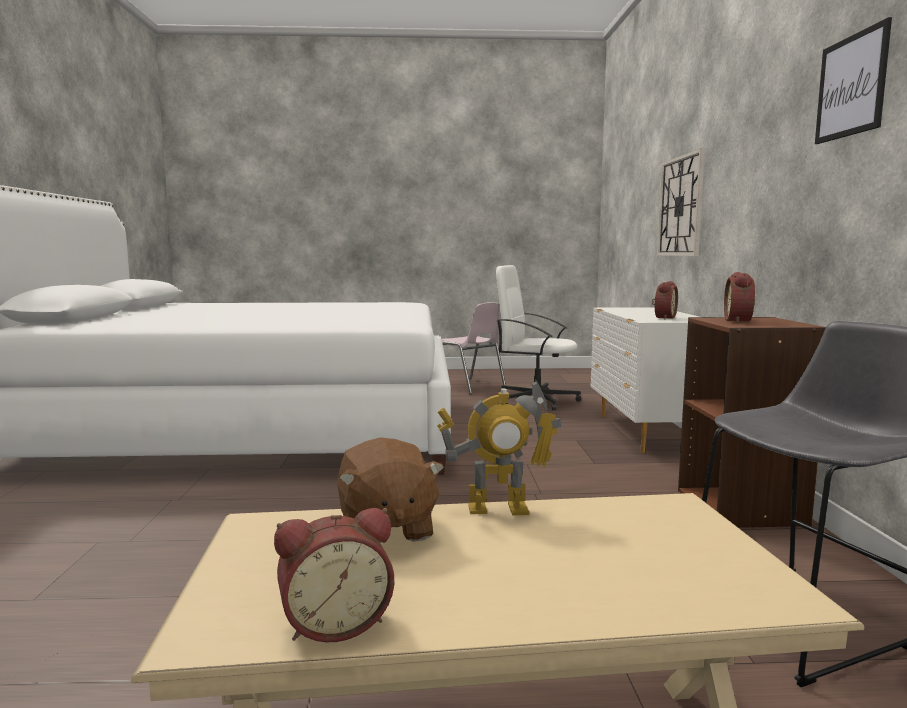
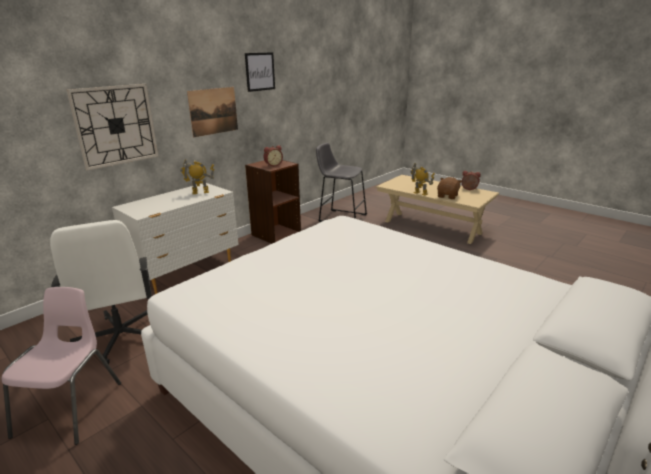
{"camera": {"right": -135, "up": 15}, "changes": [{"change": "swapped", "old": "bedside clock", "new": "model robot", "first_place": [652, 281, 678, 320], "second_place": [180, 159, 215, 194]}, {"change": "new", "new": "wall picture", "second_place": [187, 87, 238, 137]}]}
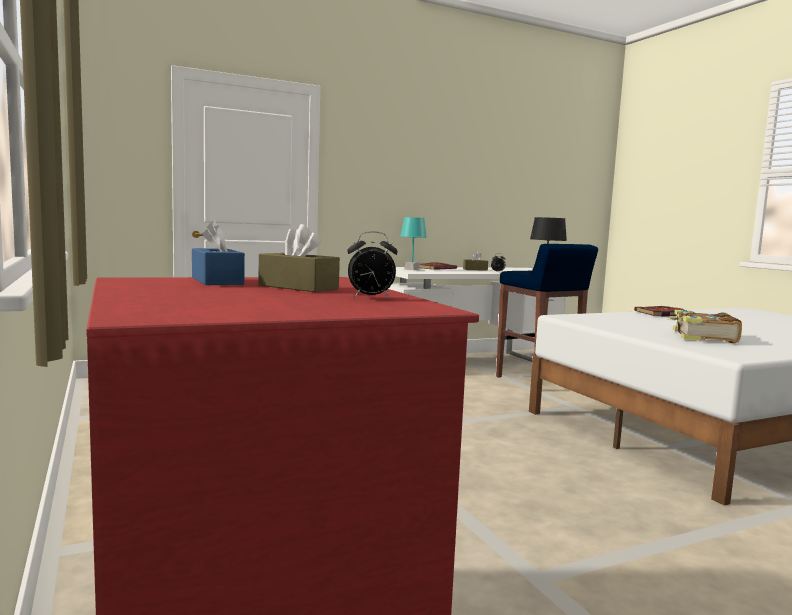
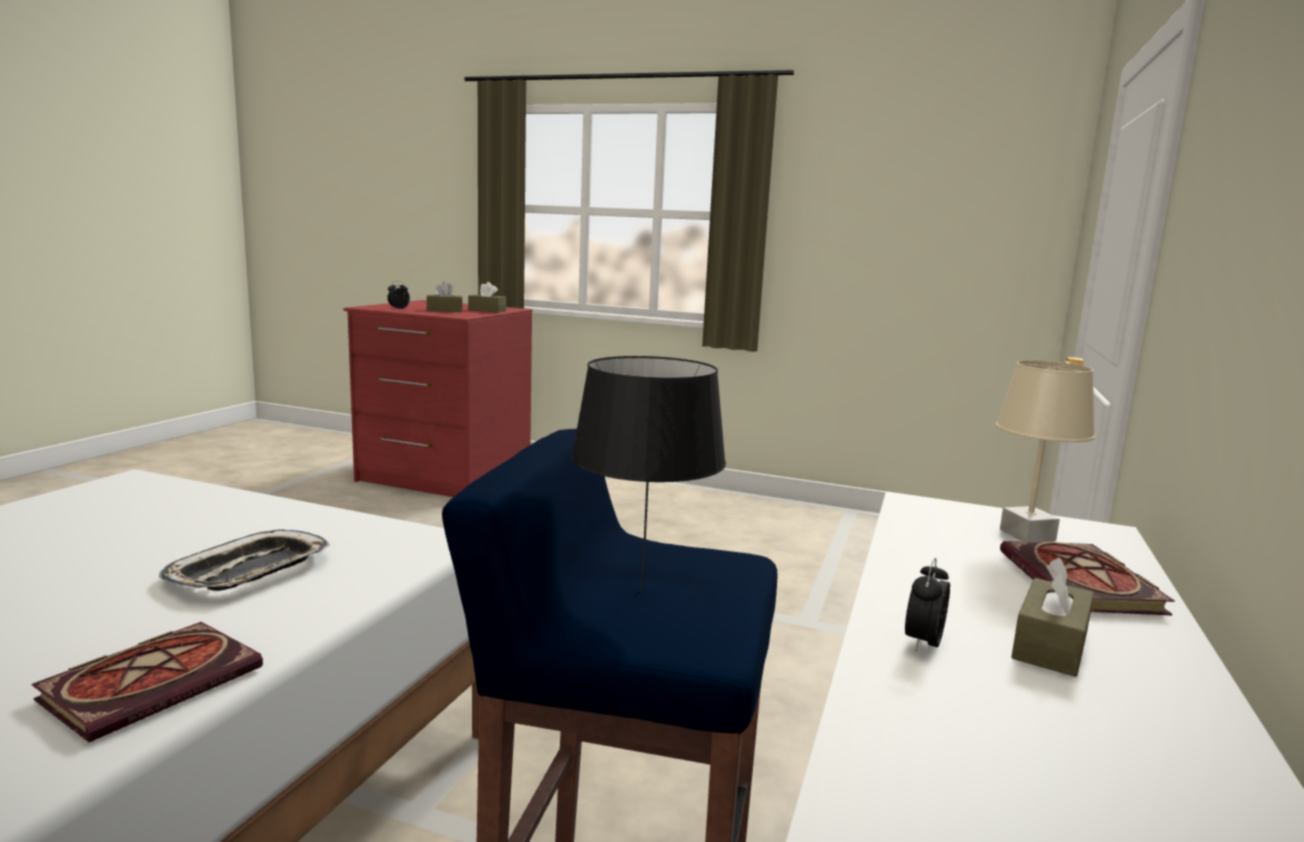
{"camera": {"right": 135, "up": 5}, "changes": [{"change": "new", "new": "carrying tray", "second_place": [159, 529, 330, 591]}, {"change": "repainted", "old": "blue tissue holder", "new": "brown tissue holder", "first_place": [192, 220, 245, 285], "second_place": [468, 282, 506, 313]}, {"change": "repainted", "old": "turquoise tabletop lamp", "new": "beige tabletop lamp", "first_place": [400, 217, 427, 270], "second_place": [996, 360, 1096, 542]}, {"change": "gone", "old": "book", "first_place": [668, 310, 742, 343]}]}
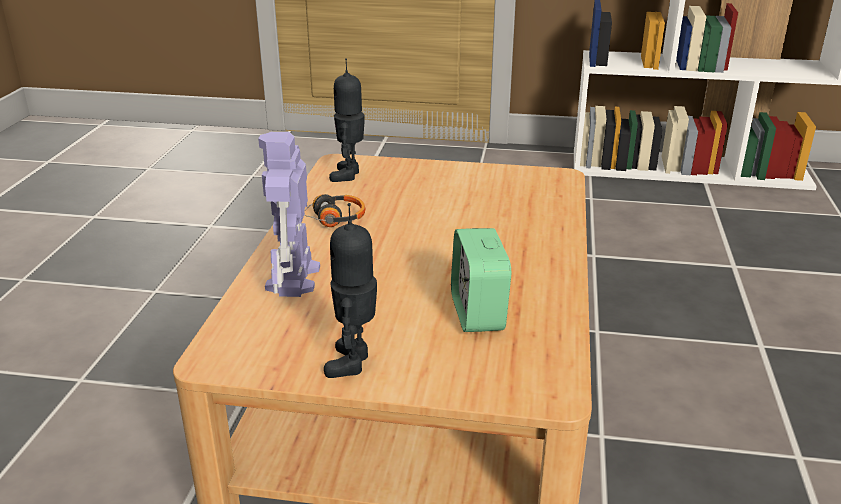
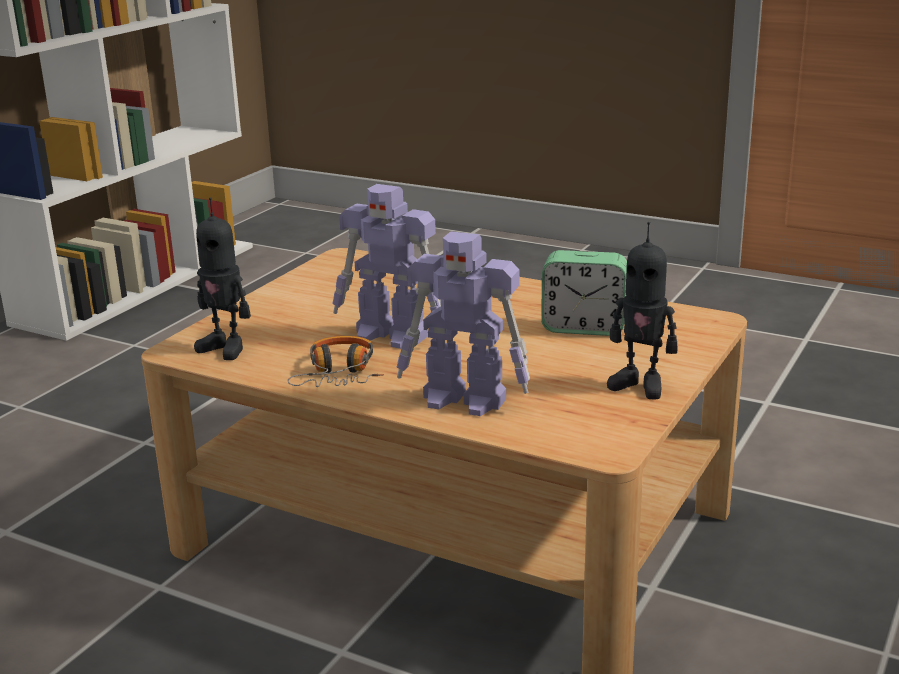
{"camera": {"right": -70, "up": -5}, "changes": [{"change": "new", "new": "model robot", "second_place": [332, 184, 441, 349]}]}
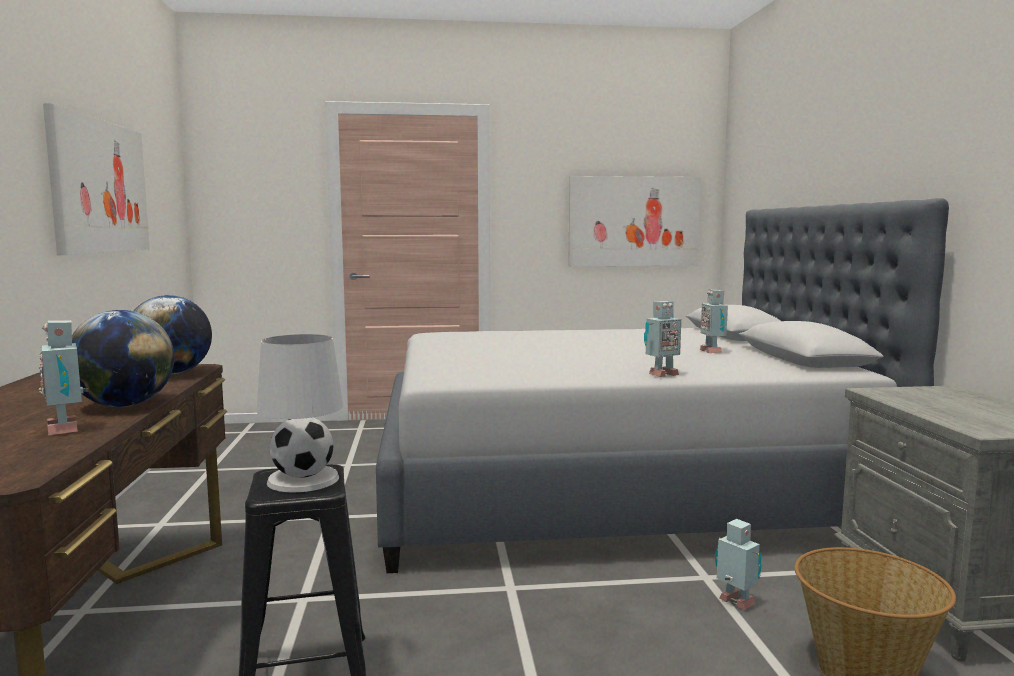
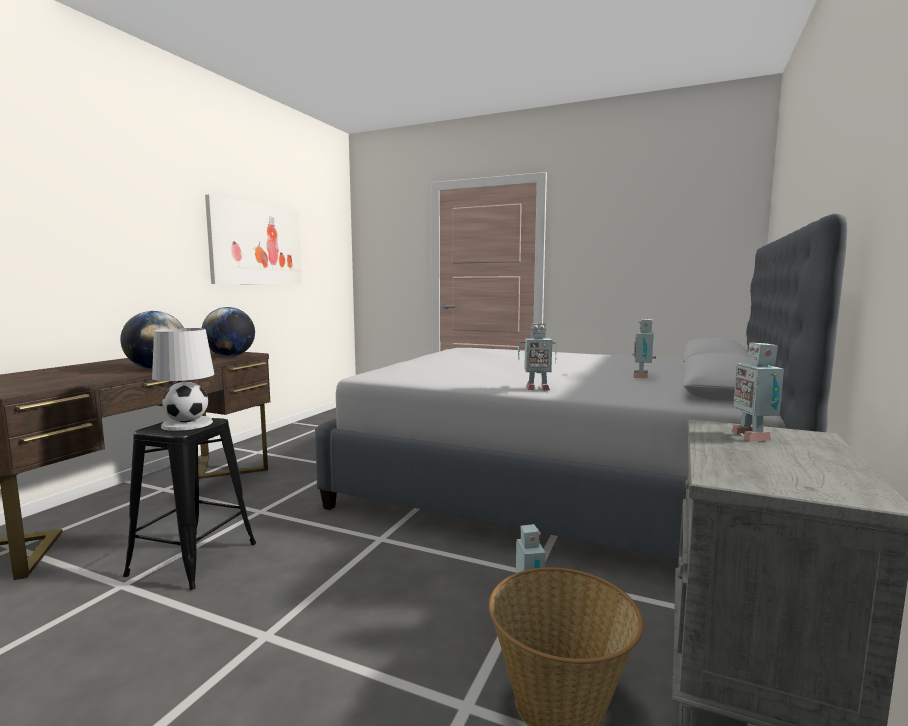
{"camera": {"right": 30, "up": 0}, "changes": [{"change": "shifted", "old": "model robot", "first_place": [39, 320, 88, 436], "second_place": [732, 343, 784, 441]}, {"change": "gone", "old": "wall picture", "first_place": [568, 176, 701, 266]}]}
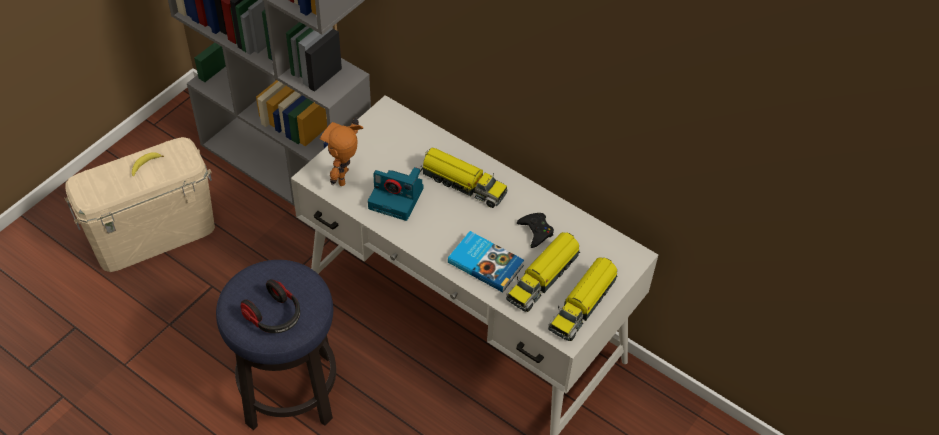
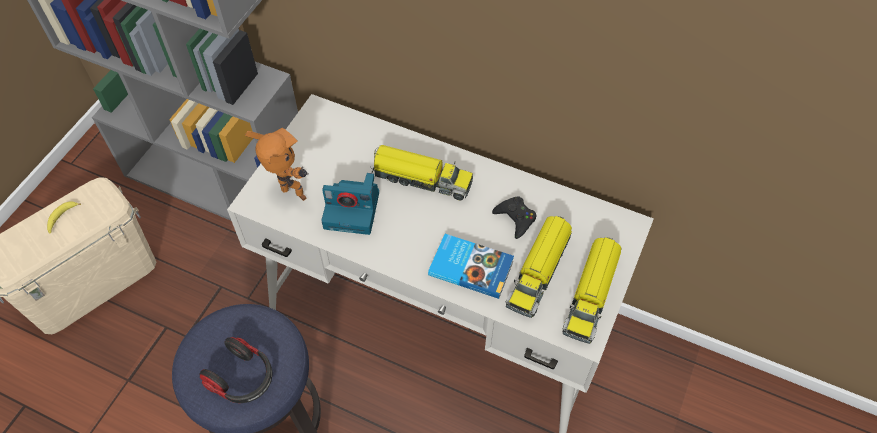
{"camera": {"right": -10, "up": 5}, "changes": [{"change": "rotated", "old": "model robot", "first_place": [320, 117, 363, 186], "second_place": [245, 128, 308, 201], "degrees": 120}]}
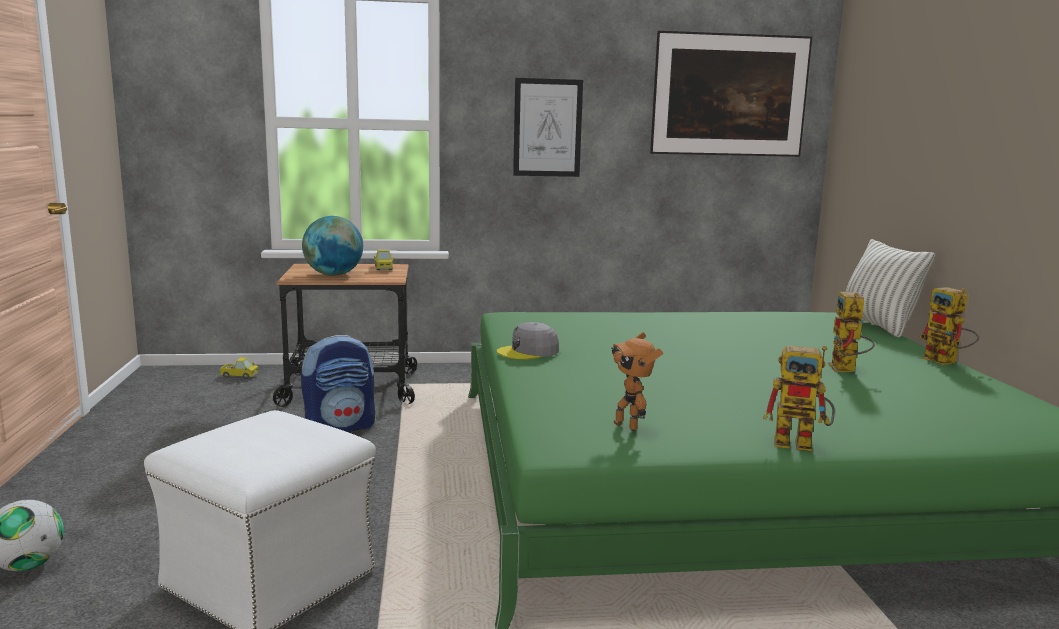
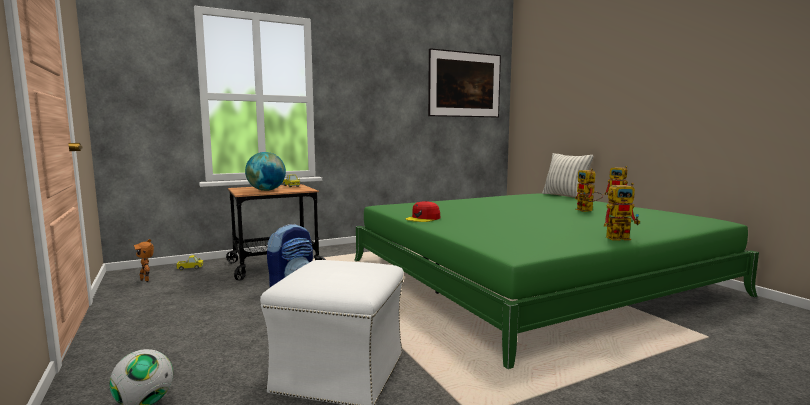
{"camera": {"right": -20, "up": -5}, "changes": [{"change": "shifted", "old": "model robot", "first_place": [611, 332, 663, 431], "second_place": [133, 239, 154, 282]}, {"change": "repainted", "old": "grey peaked cap", "new": "red peaked cap", "first_place": [497, 322, 559, 360], "second_place": [406, 201, 440, 222]}, {"change": "gone", "old": "wall picture", "first_place": [513, 78, 583, 177]}]}
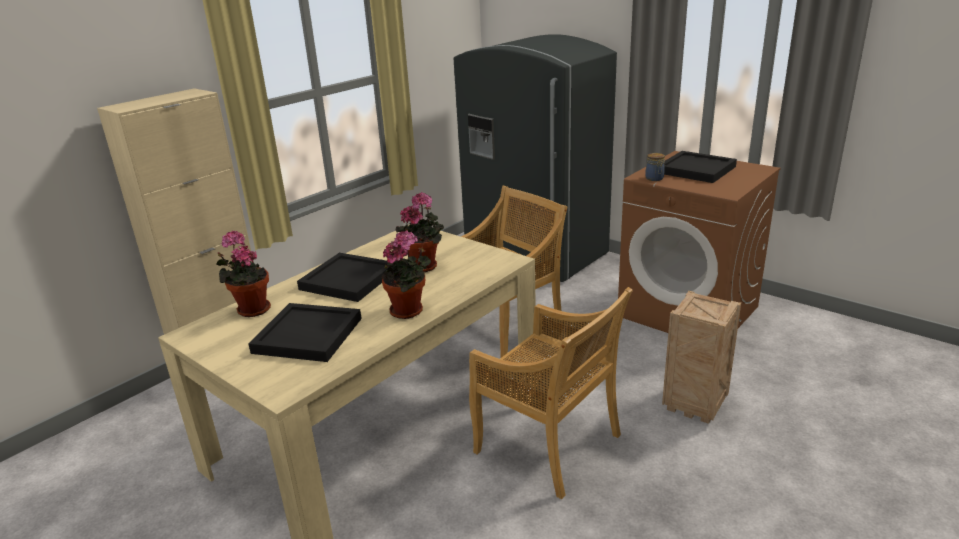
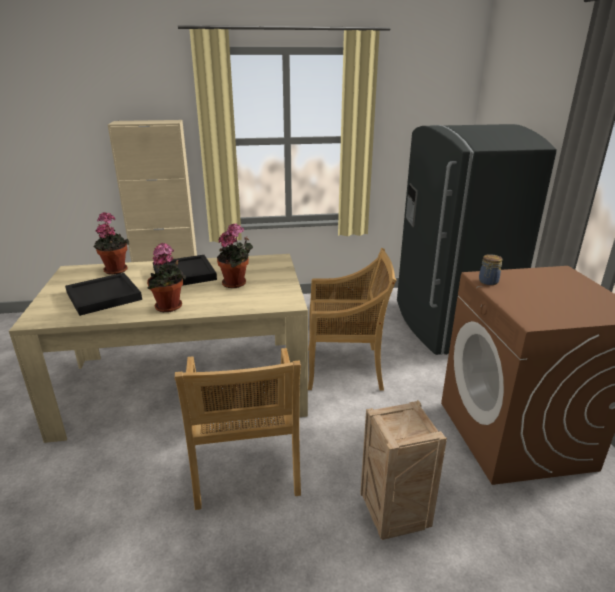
{"camera": {"right": 40, "up": 0}, "changes": [{"change": "gone", "old": "black carrying tray", "first_place": [664, 151, 737, 183]}]}
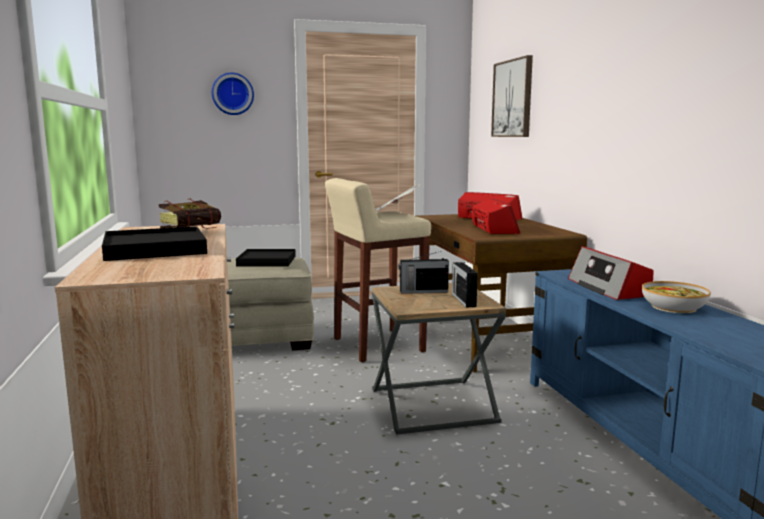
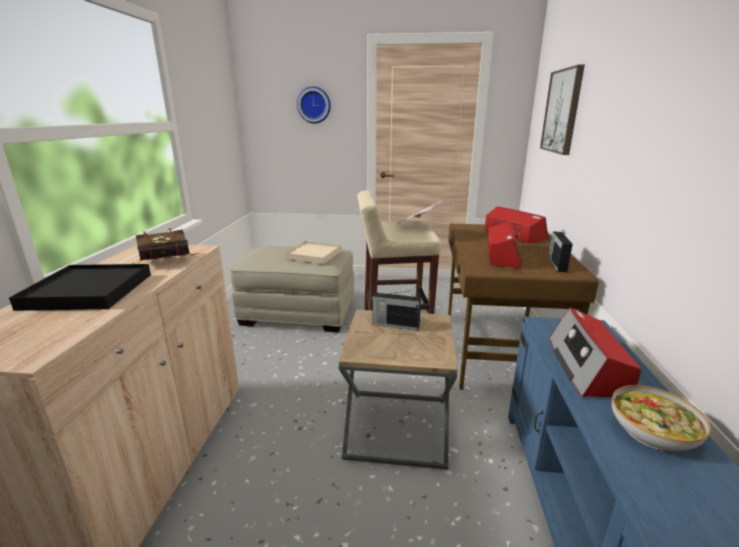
{"camera": {"right": 20, "up": 10}, "changes": [{"change": "repainted", "old": "black carrying tray", "new": "beige carrying tray", "first_place": [236, 249, 296, 267], "second_place": [285, 241, 341, 264]}, {"change": "shifted", "old": "radio set", "first_place": [452, 261, 478, 307], "second_place": [548, 232, 573, 272]}]}
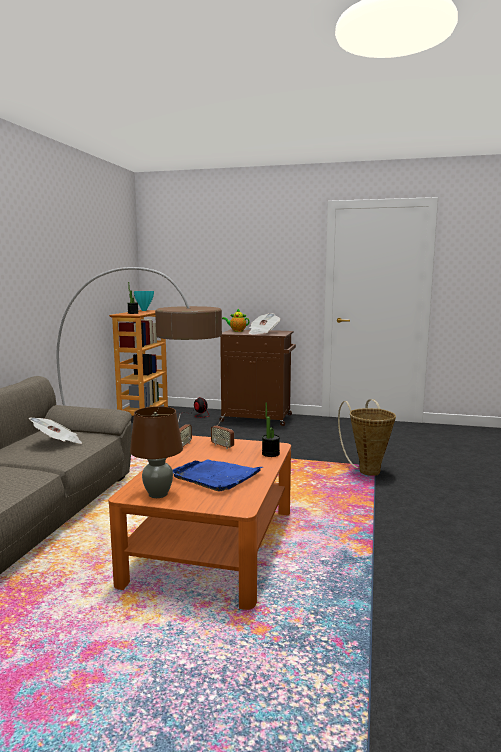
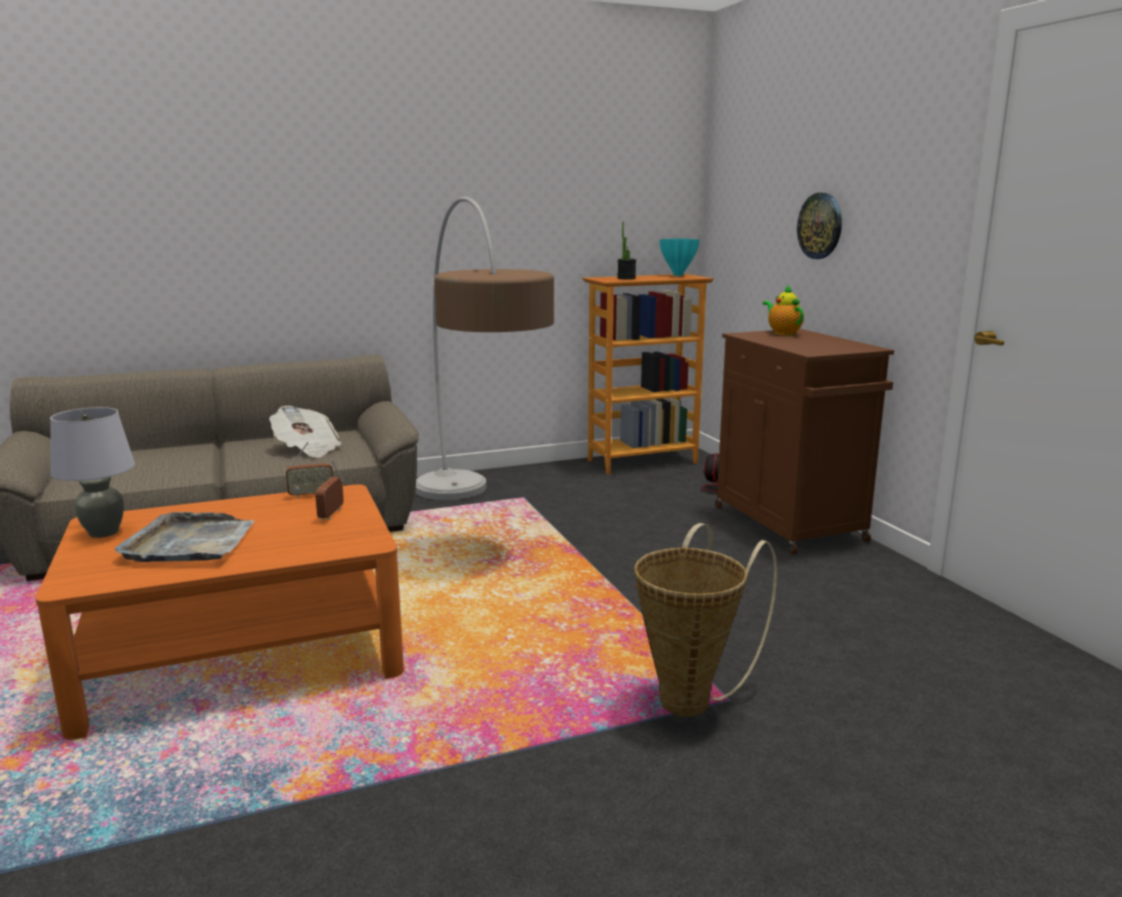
{"camera": {"right": 55, "up": 5}, "changes": [{"change": "repainted", "old": "brown tabletop lamp", "new": "grey tabletop lamp", "first_place": [130, 406, 183, 498], "second_place": [50, 407, 135, 538]}, {"change": "repainted", "old": "blue carrying tray", "new": "grey carrying tray", "first_place": [173, 459, 262, 492], "second_place": [114, 512, 254, 562]}, {"change": "new", "new": "wall clock", "second_place": [797, 193, 842, 259]}, {"change": "gone", "old": "newspaper", "first_place": [249, 313, 280, 334]}, {"change": "gone", "old": "plant in a pot", "first_place": [262, 403, 280, 457]}]}
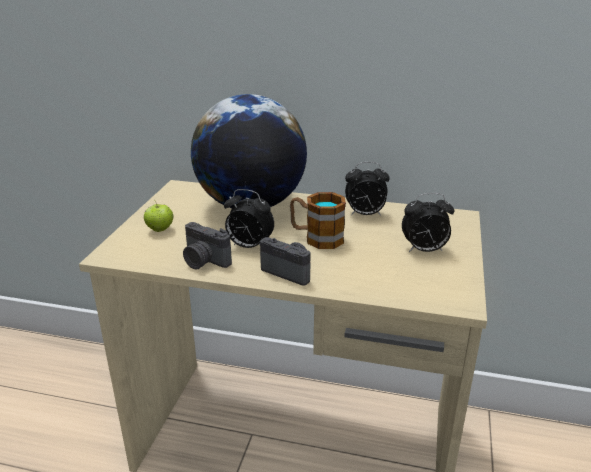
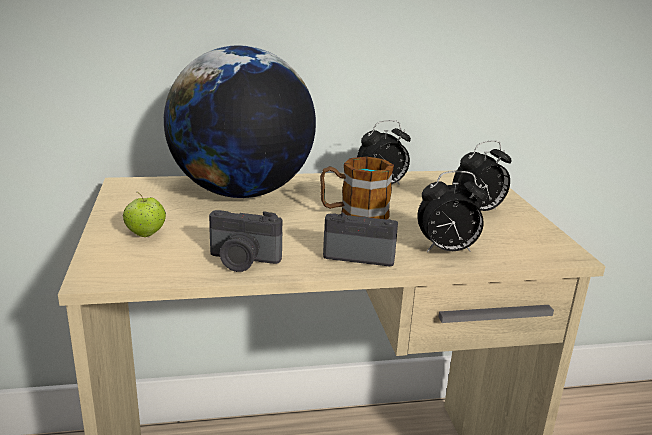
{"camera": {"right": -25, "up": -5}, "changes": [{"change": "shifted", "old": "bedside clock", "first_place": [224, 189, 274, 248], "second_place": [417, 171, 488, 252]}]}
